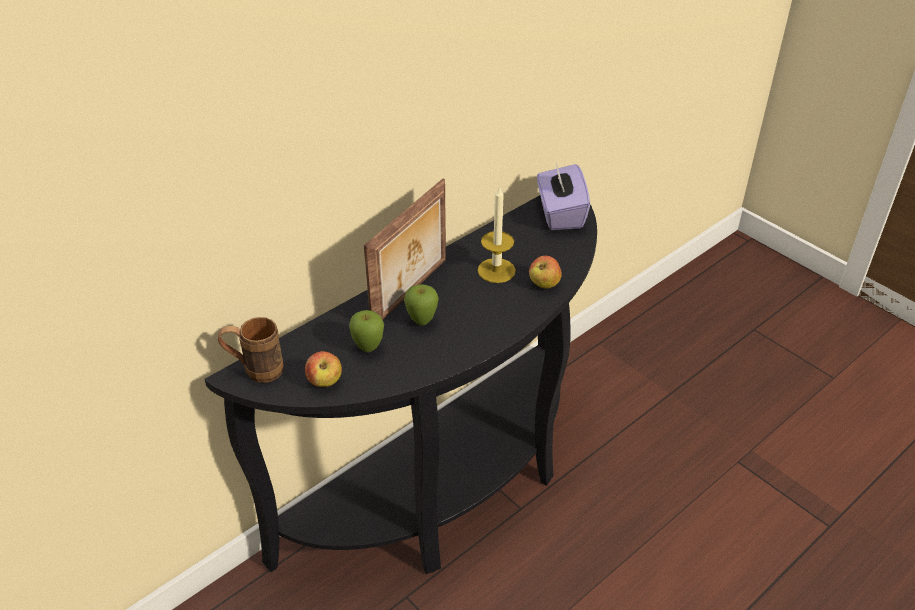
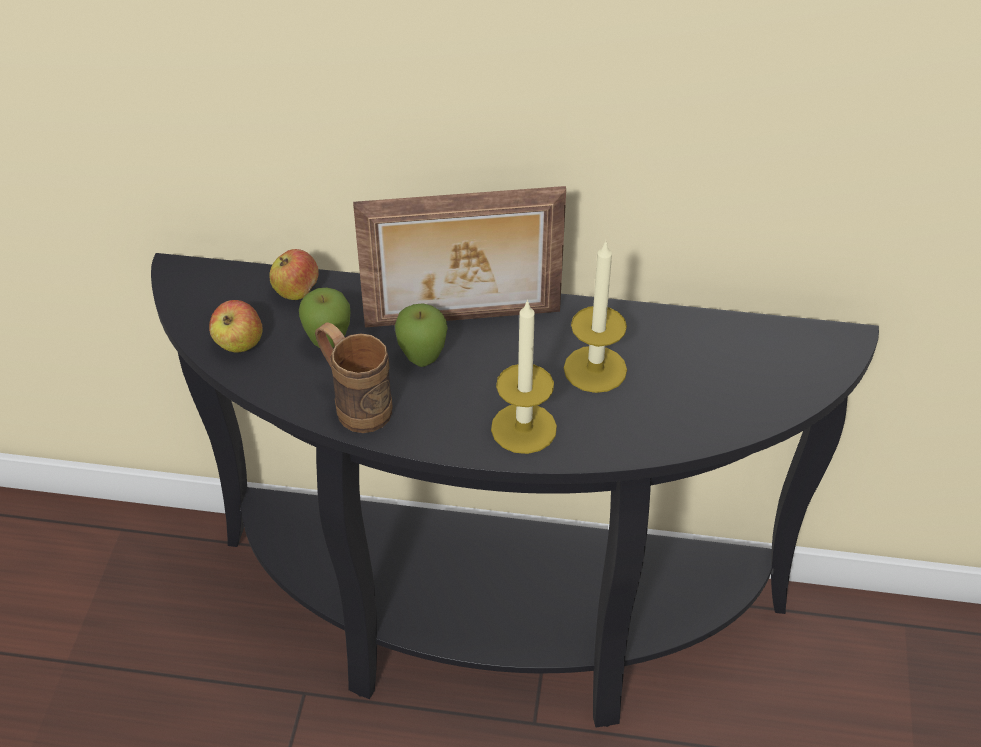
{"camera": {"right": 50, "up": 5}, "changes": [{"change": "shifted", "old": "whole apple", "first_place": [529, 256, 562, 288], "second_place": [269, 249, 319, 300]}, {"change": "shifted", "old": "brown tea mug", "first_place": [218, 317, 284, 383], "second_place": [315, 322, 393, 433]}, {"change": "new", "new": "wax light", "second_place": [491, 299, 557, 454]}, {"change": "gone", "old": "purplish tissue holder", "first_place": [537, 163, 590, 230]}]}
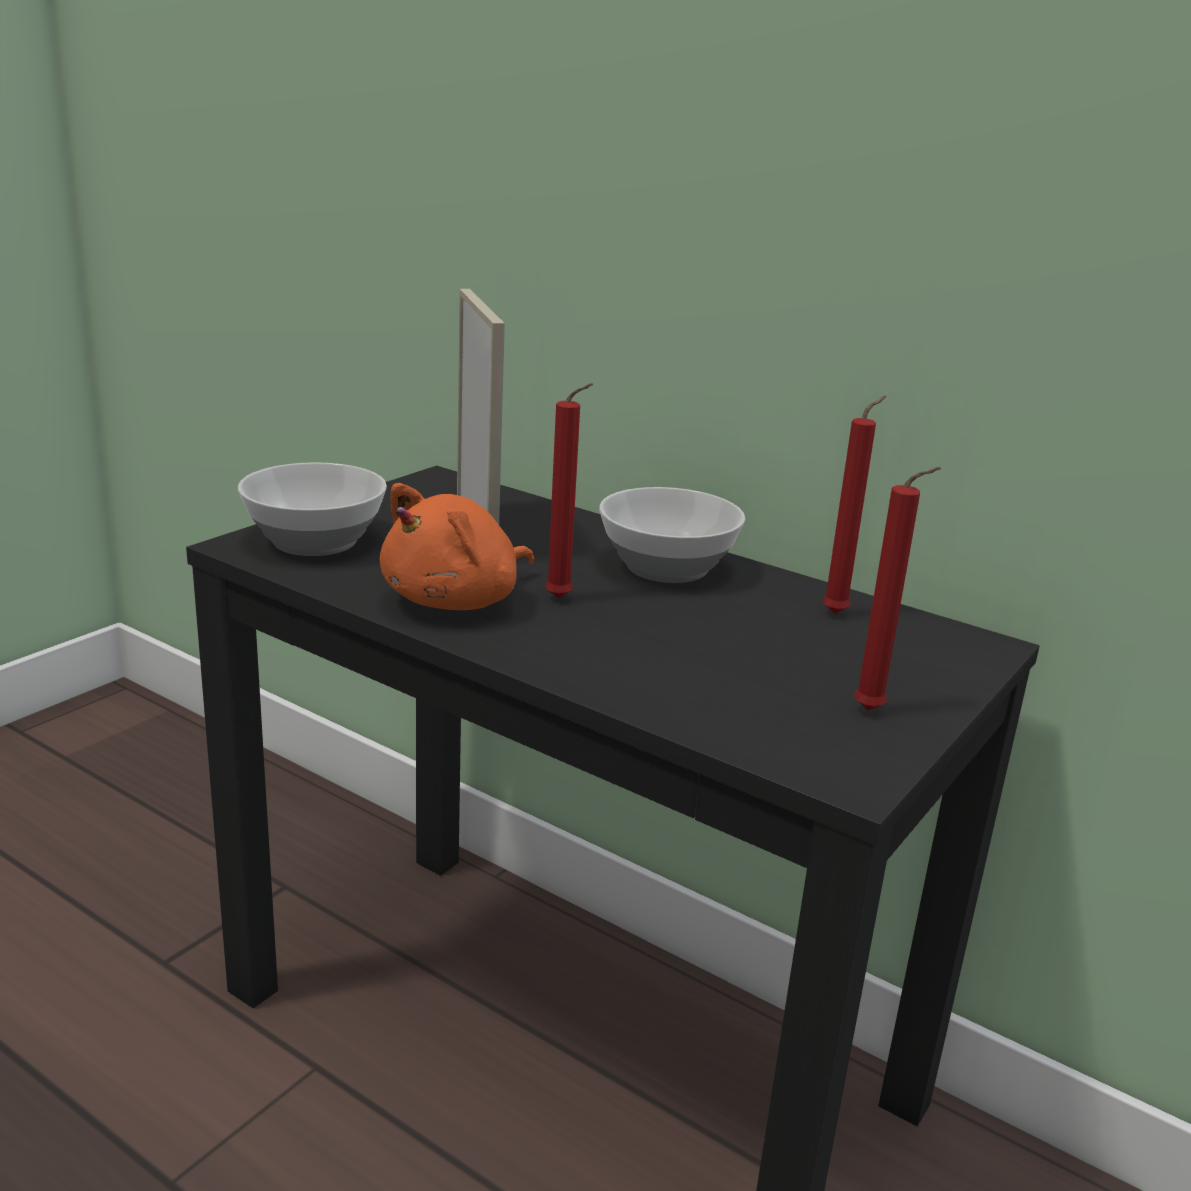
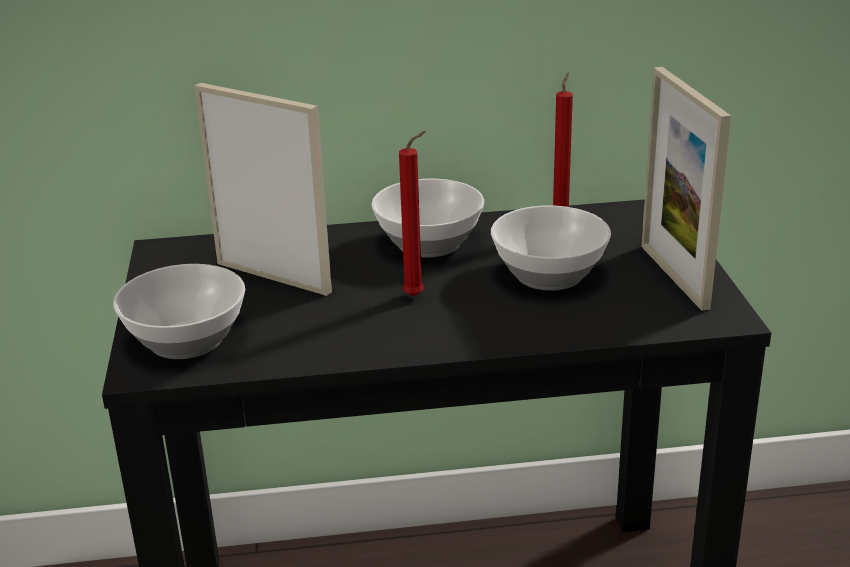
{"camera": {"right": -40, "up": 5}, "changes": [{"change": "new", "new": "serving bowl", "second_place": [491, 206, 611, 291]}, {"change": "swapped", "old": "red wax light", "new": "picture frame", "first_place": [854, 467, 941, 711], "second_place": [641, 67, 731, 311]}, {"change": "gone", "old": "orange-coloured cuddly toy", "first_place": [380, 483, 534, 610]}]}
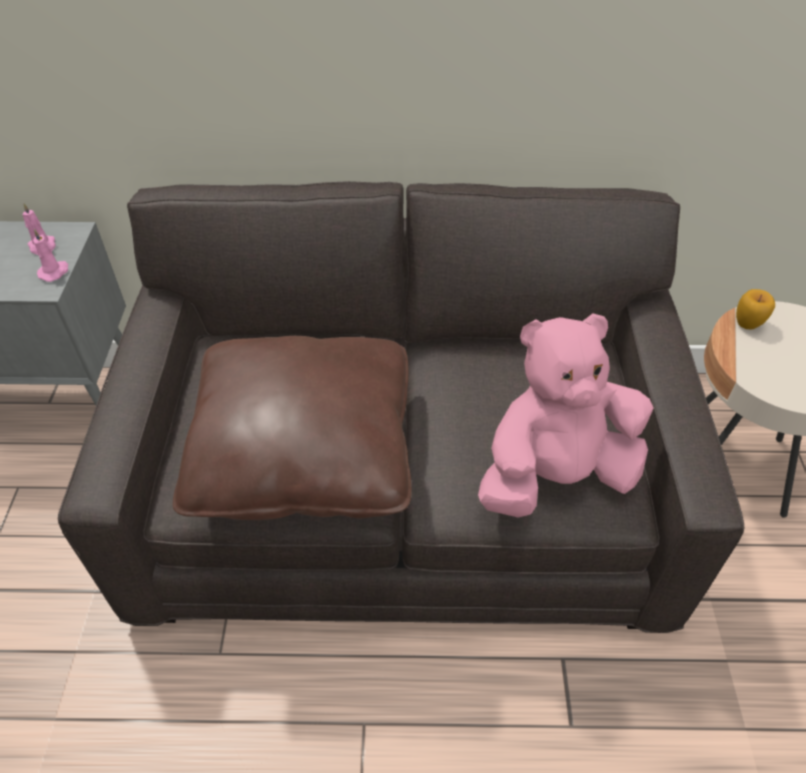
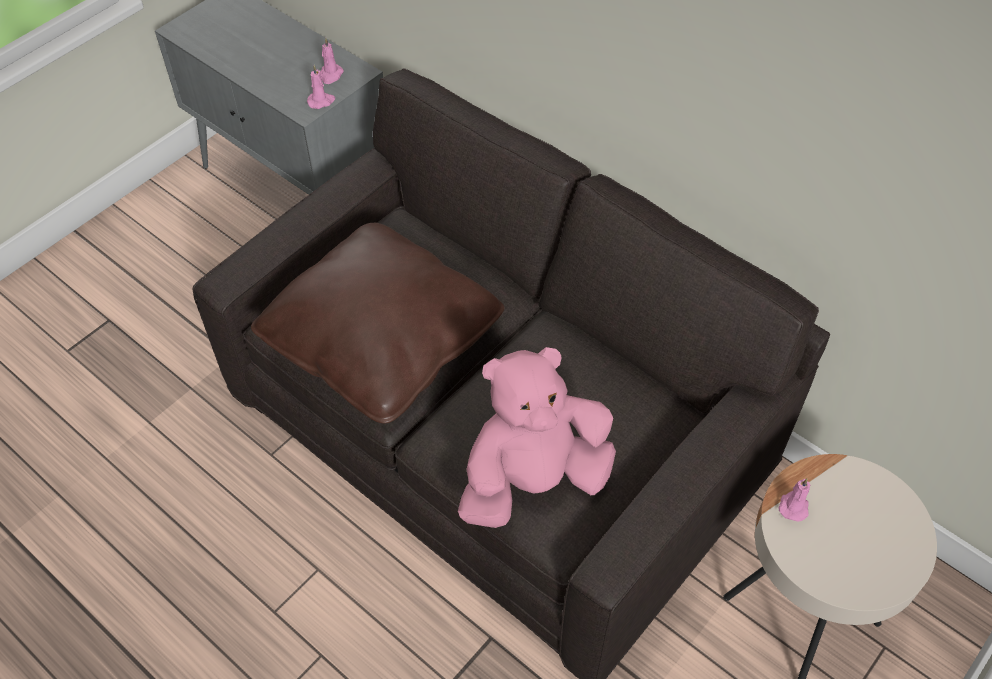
{"camera": {"right": 40, "up": 5}, "changes": [{"change": "rotated", "old": "pink-coloured cuddly toy", "first_place": [478, 314, 654, 517], "second_place": [458, 347, 616, 528], "degrees": -45}, {"change": "new", "new": "pink-coloured wax light", "second_place": [778, 478, 810, 522]}, {"change": "gone", "old": "whole apple", "first_place": [736, 289, 775, 330]}]}
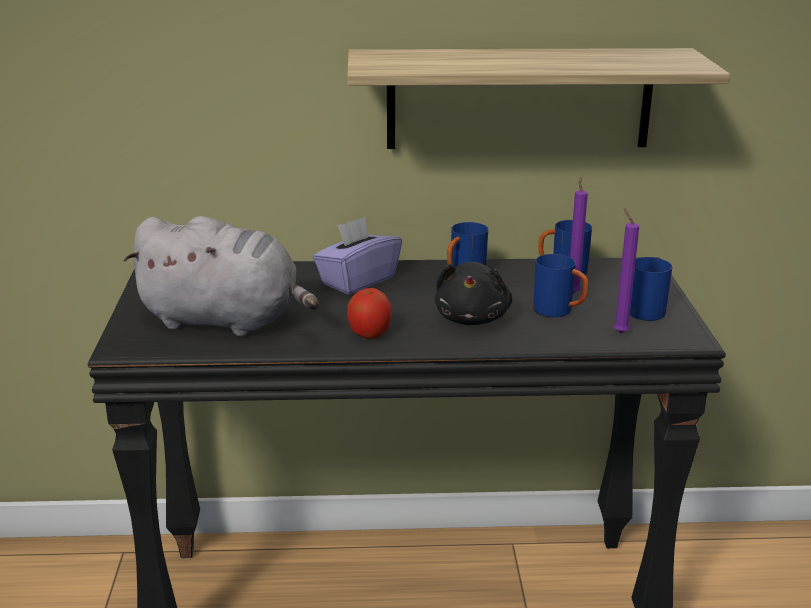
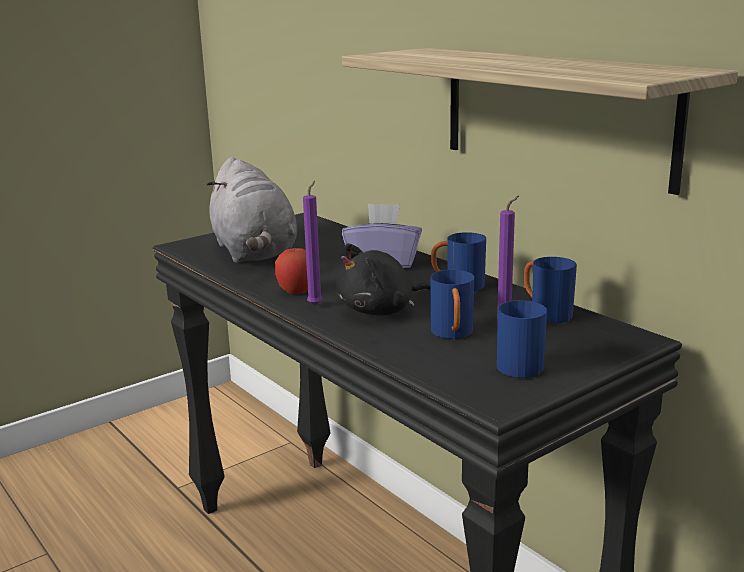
{"camera": {"right": 55, "up": -5}, "changes": [{"change": "shifted", "old": "purplish wax light", "first_place": [614, 208, 639, 333], "second_place": [303, 181, 323, 306]}]}
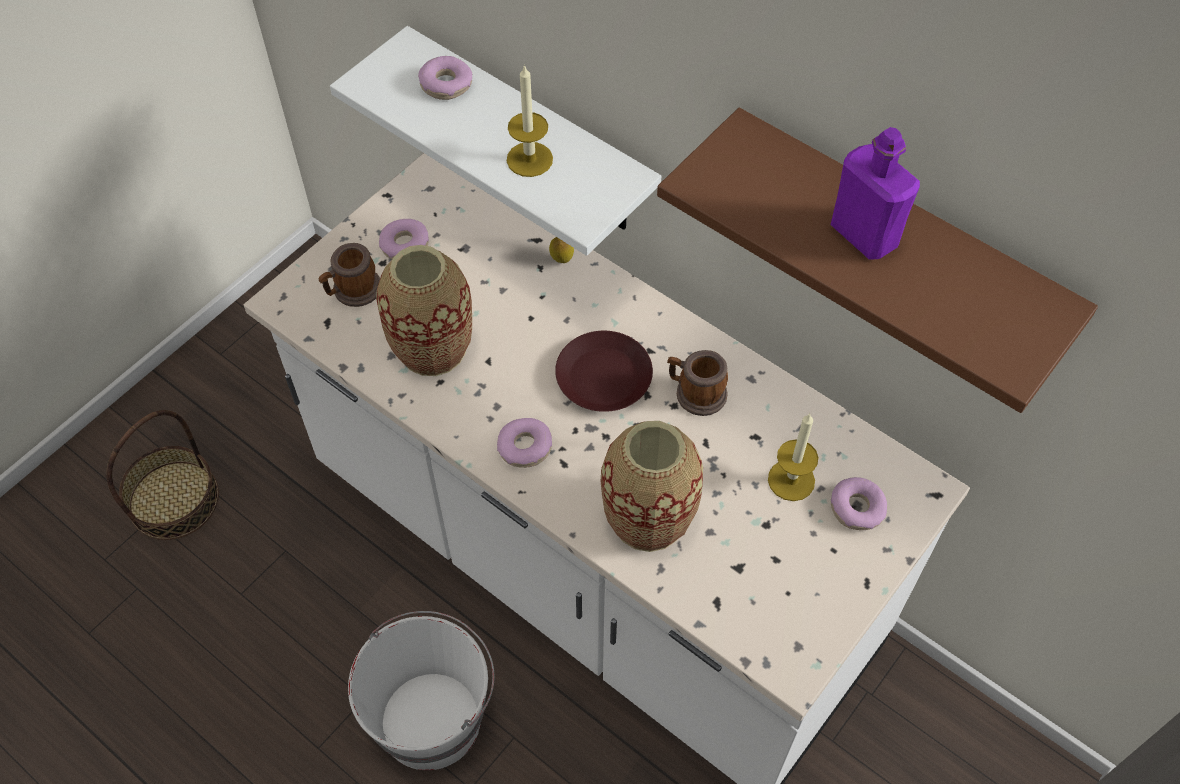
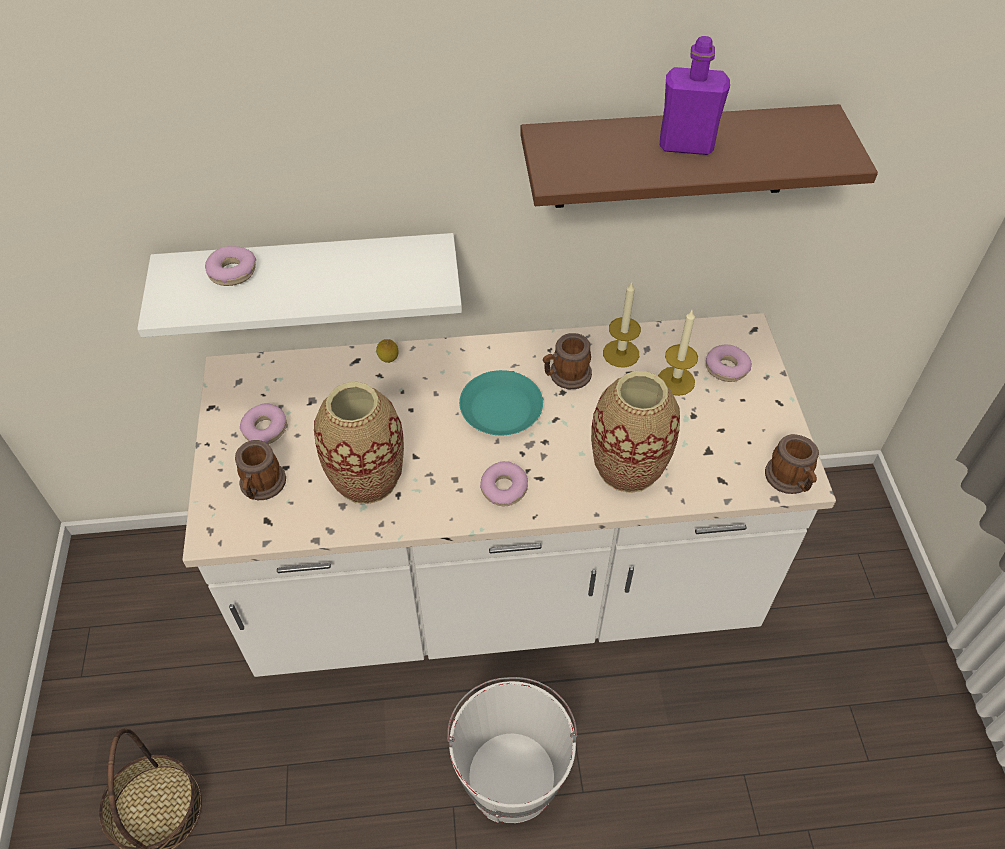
{"camera": {"right": -45, "up": -5}, "changes": [{"change": "repainted", "old": "brown dinner plate", "new": "turquoise dinner plate", "first_place": [555, 331, 653, 412], "second_place": [459, 370, 543, 435]}, {"change": "shifted", "old": "wax light", "first_place": [507, 64, 553, 177], "second_place": [603, 281, 641, 368]}, {"change": "new", "new": "tea mug", "second_place": [765, 434, 819, 494]}]}
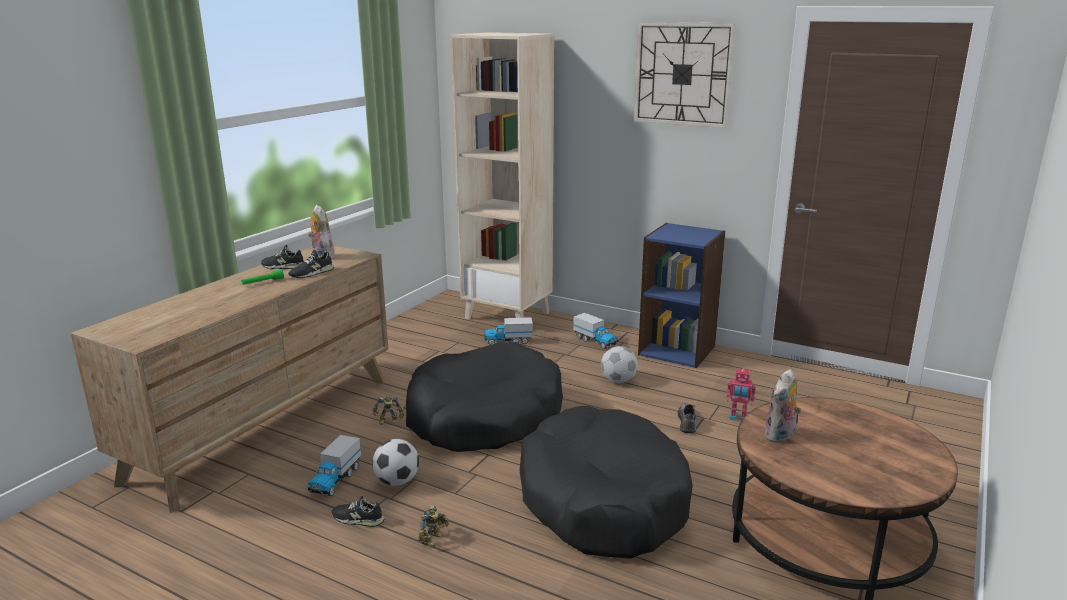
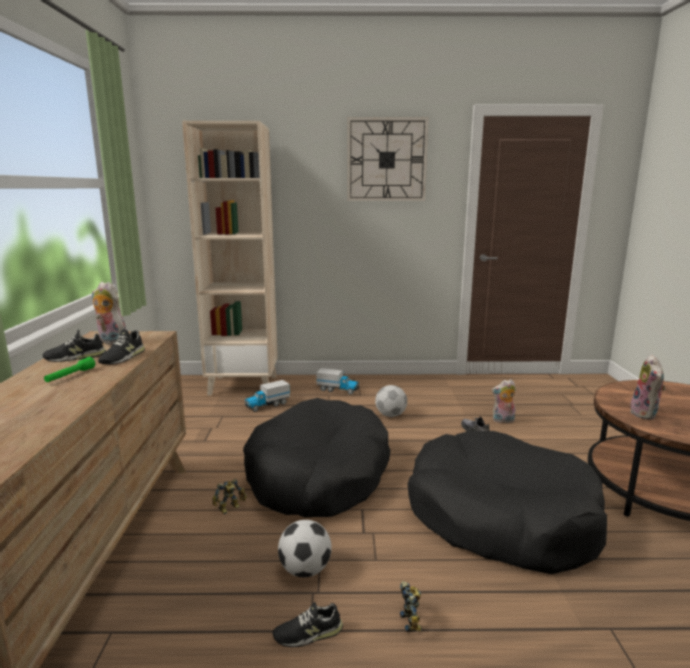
{"camera": {"right": -30, "up": -5}, "changes": [{"change": "swapped", "old": "model robot", "new": "cuddly toy", "first_place": [727, 368, 756, 421], "second_place": [492, 379, 516, 423]}, {"change": "gone", "old": "toy lorry", "first_place": [307, 435, 361, 496]}, {"change": "gone", "old": "blue bookcase", "first_place": [638, 223, 725, 368]}]}
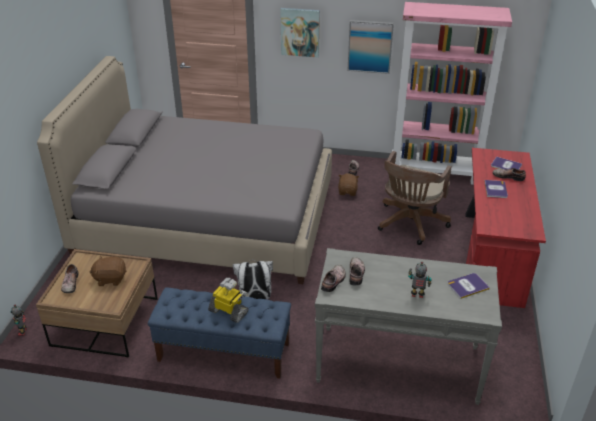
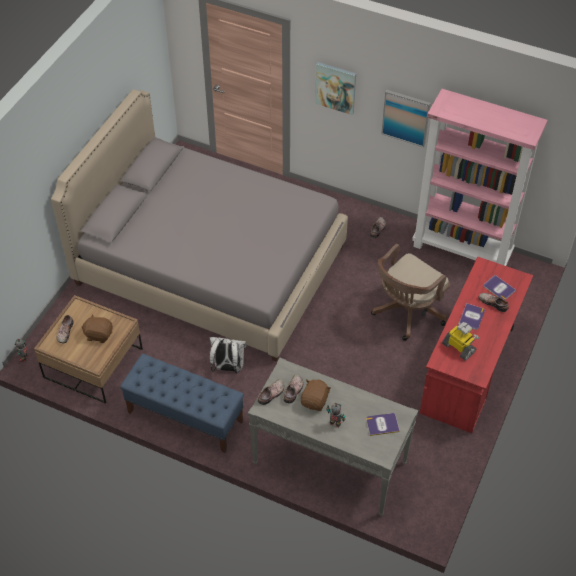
{"camera": {"right": 15, "up": 15}, "changes": [{"change": "shifted", "old": "brown cuddly toy", "first_place": [338, 173, 359, 196], "second_place": [301, 379, 331, 411]}, {"change": "shifted", "old": "model robot", "first_place": [208, 278, 249, 323], "second_place": [442, 322, 479, 361]}]}
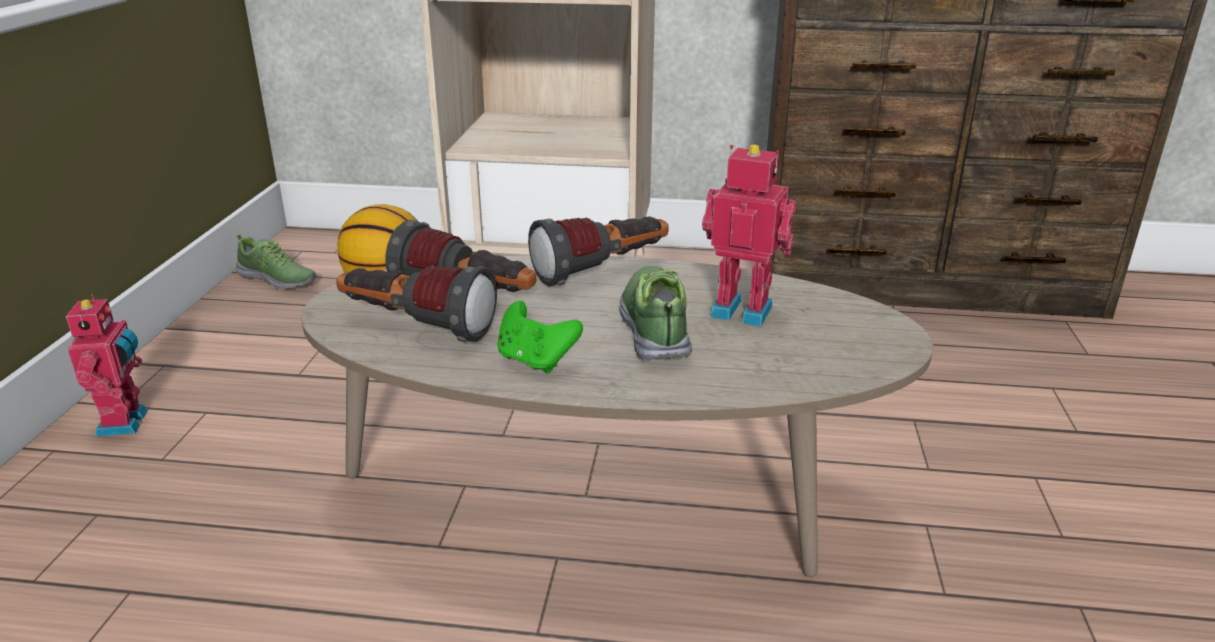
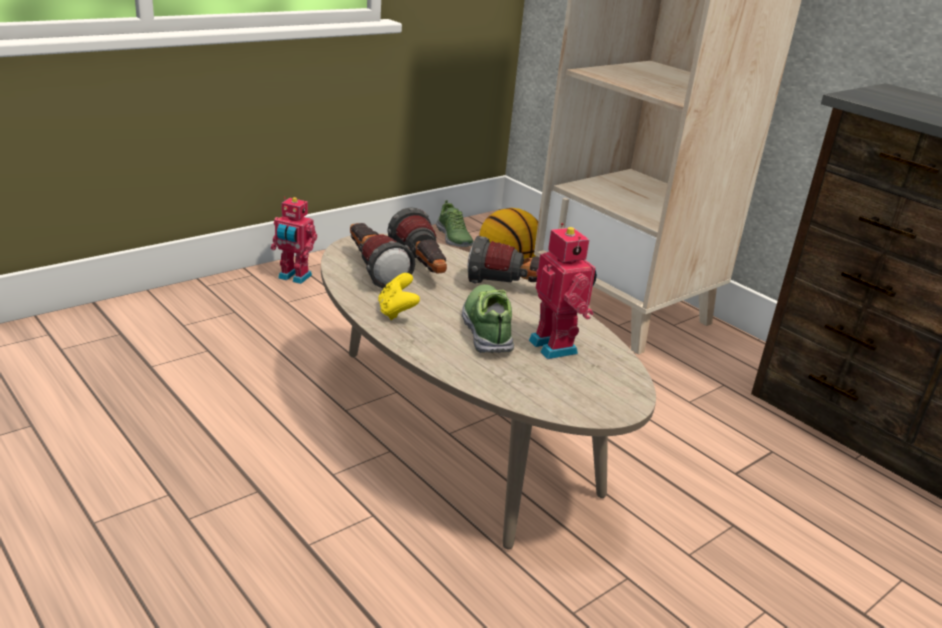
{"camera": {"right": 40, "up": 0}, "changes": [{"change": "rotated", "old": "model robot", "first_place": [66, 294, 148, 437], "second_place": [271, 197, 317, 284], "degrees": 75}, {"change": "repainted", "old": "green-coloured game controller", "new": "yellow game controller", "first_place": [497, 301, 583, 373], "second_place": [378, 273, 420, 320]}, {"change": "rotated", "old": "low shoe", "first_place": [619, 266, 692, 361], "second_place": [462, 284, 514, 353], "degrees": -45}]}
